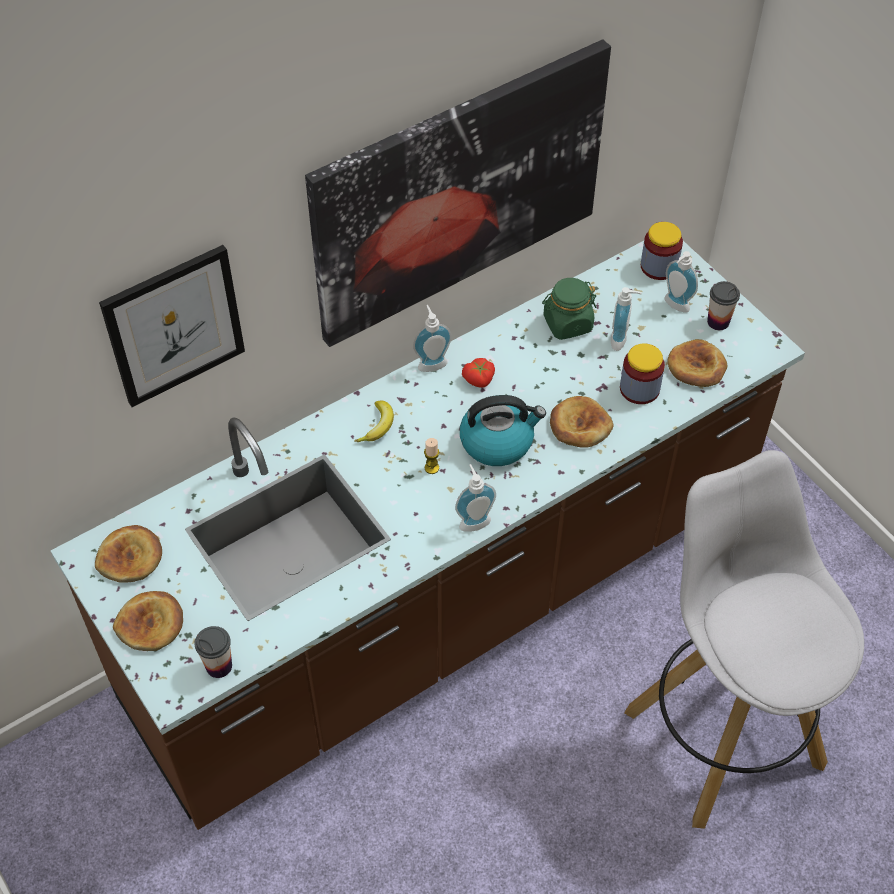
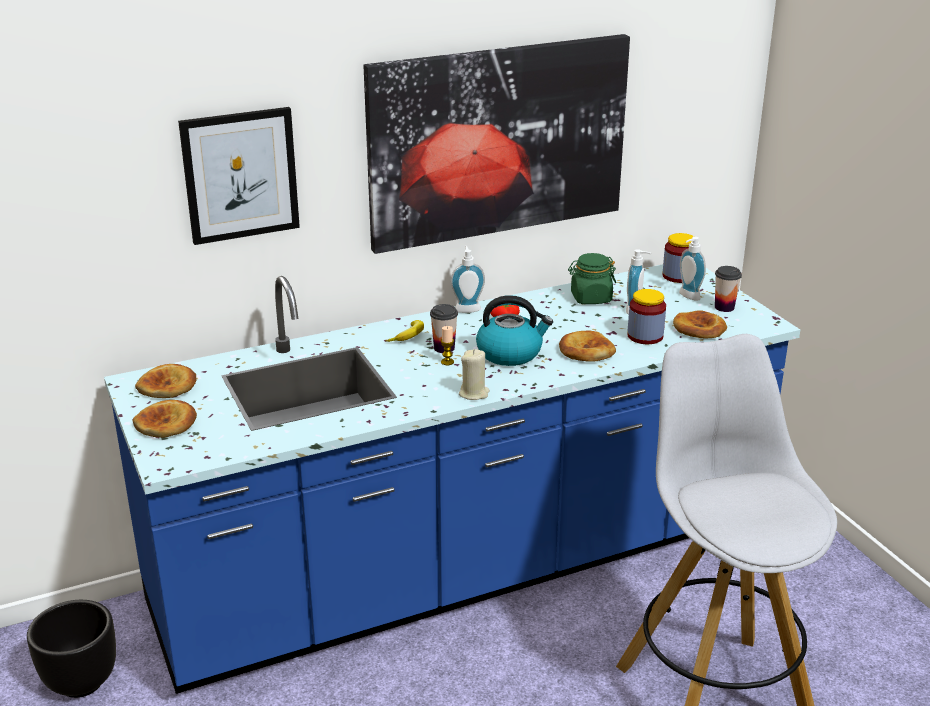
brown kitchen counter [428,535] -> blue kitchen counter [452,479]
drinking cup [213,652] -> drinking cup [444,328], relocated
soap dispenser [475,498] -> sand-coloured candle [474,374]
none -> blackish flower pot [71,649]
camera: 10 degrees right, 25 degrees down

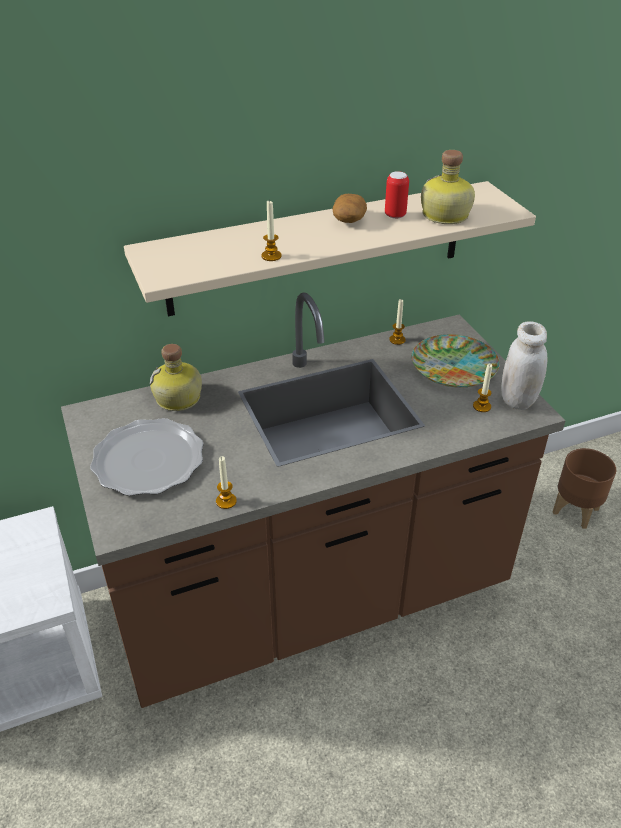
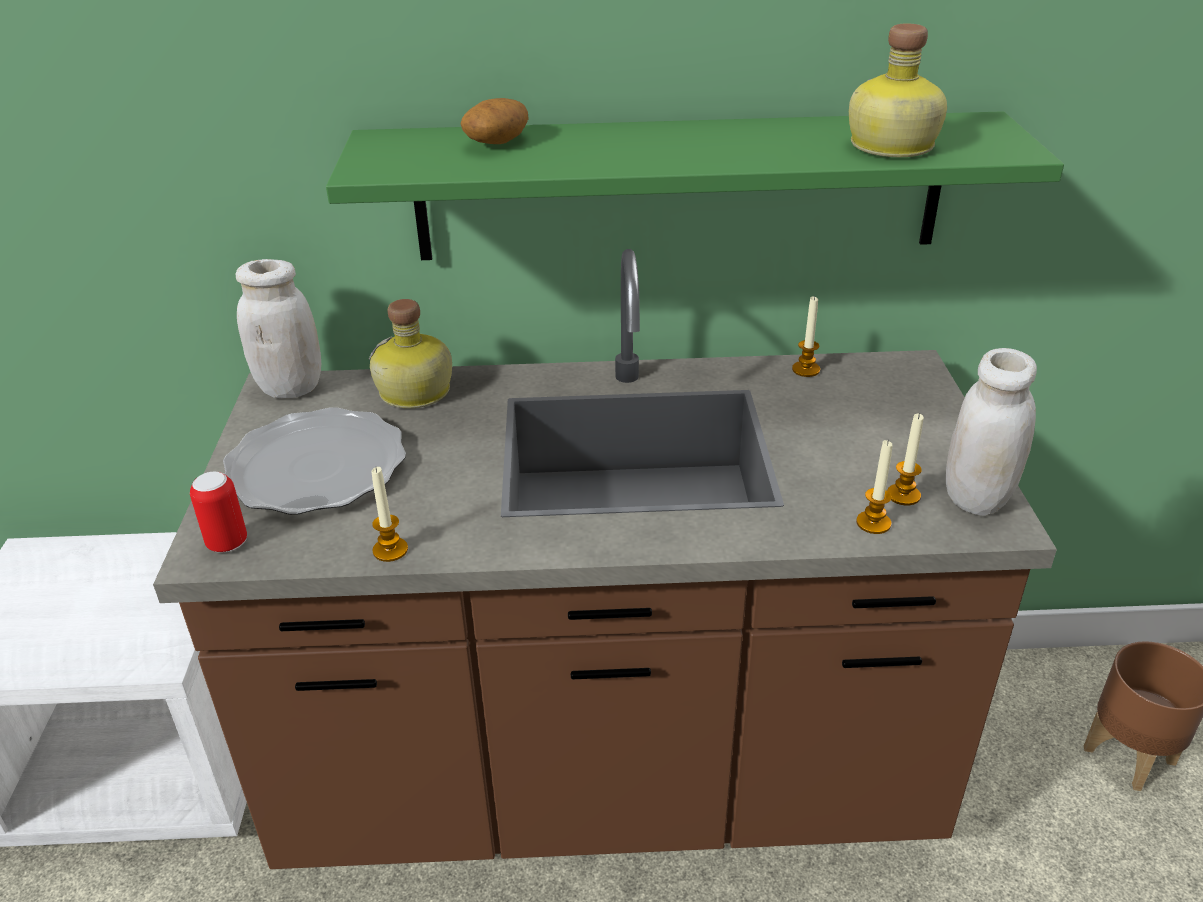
sand-coloured bracket shelf [330,248] -> green bracket shelf [695,185]
candle [271,230] -> candle [874,487], relocated
whole potato [349,208] -> whole potato [494,121], relocated
sealed can [397,195] -> sealed can [218,512], relocated
plate [456,361] -> none
none -> white-coloured jar [278,328]
camera: 20 degrees right, 5 degrees down

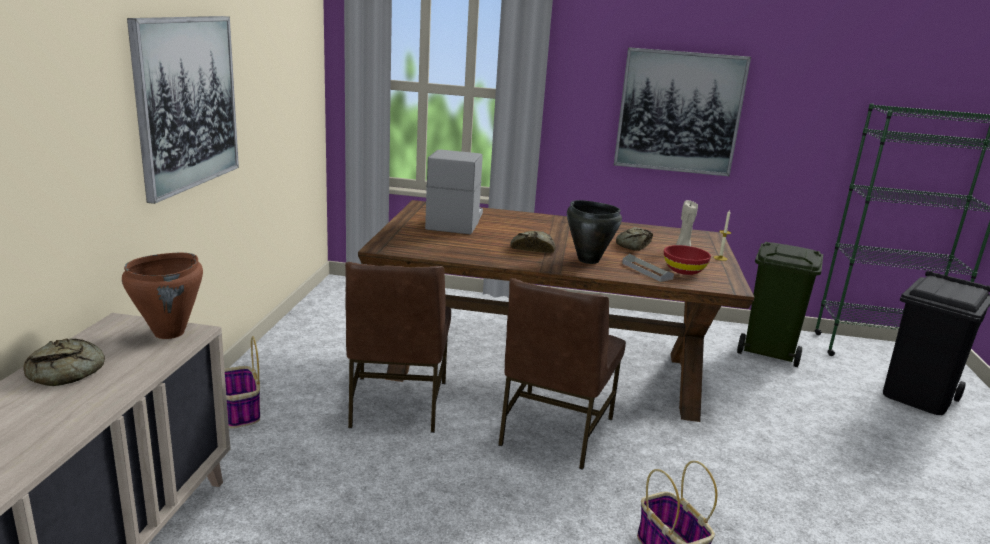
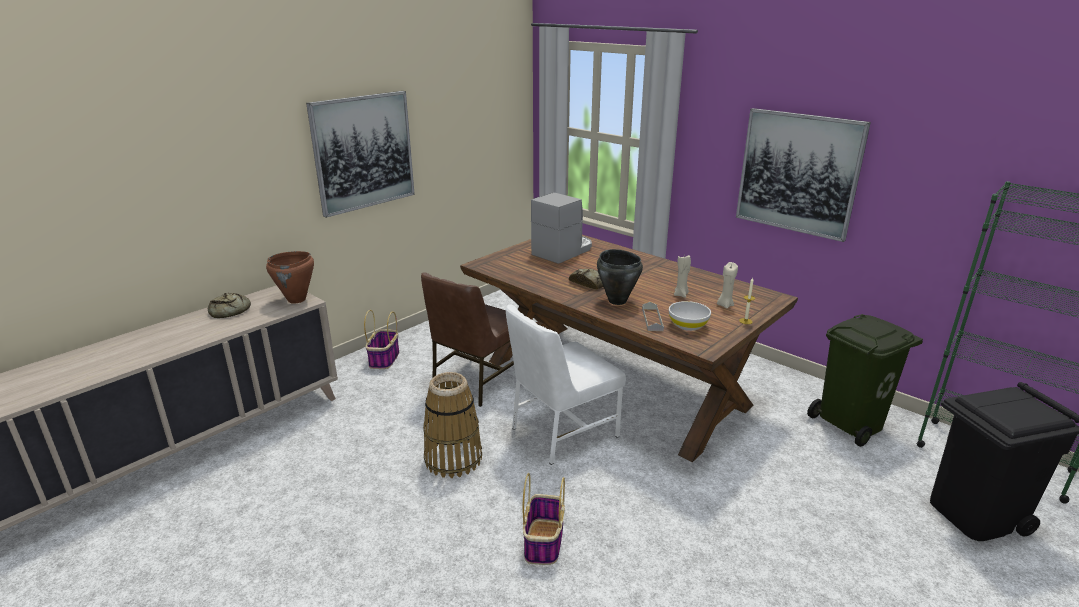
brown upright chair [562,374] -> white-coloured upright chair [566,384]
baked bread [634,239] -> sand-coloured candle [682,276]
red-coloured bowl [687,260] -> white-coloured bowl [690,316]
none -> household basket [452,425]
camera: 35 degrees right, 5 degrees up

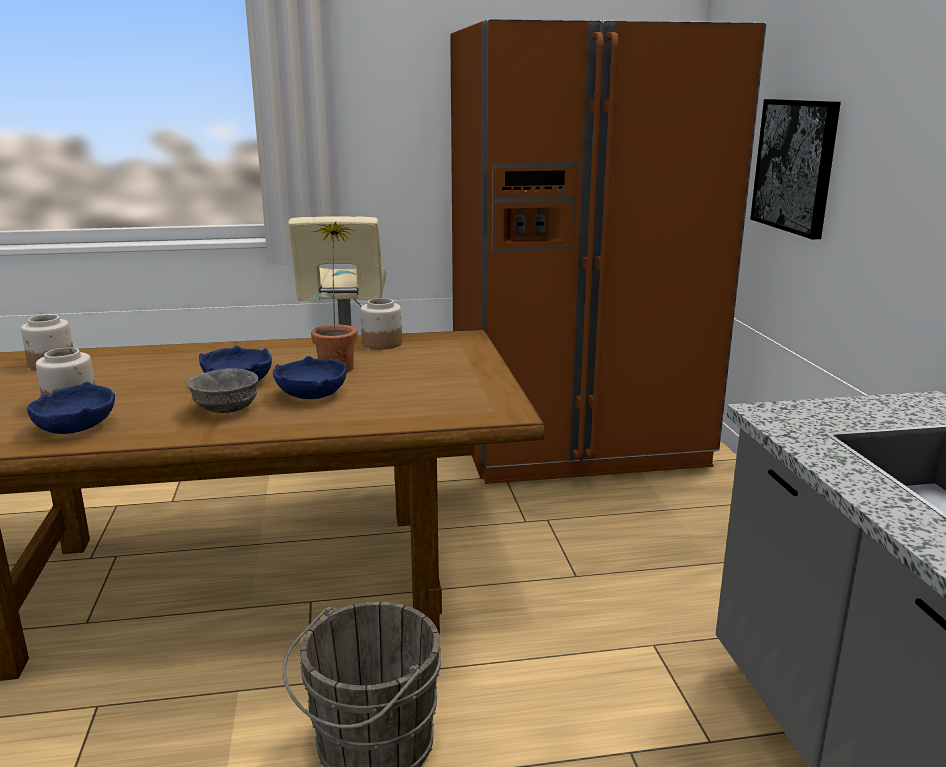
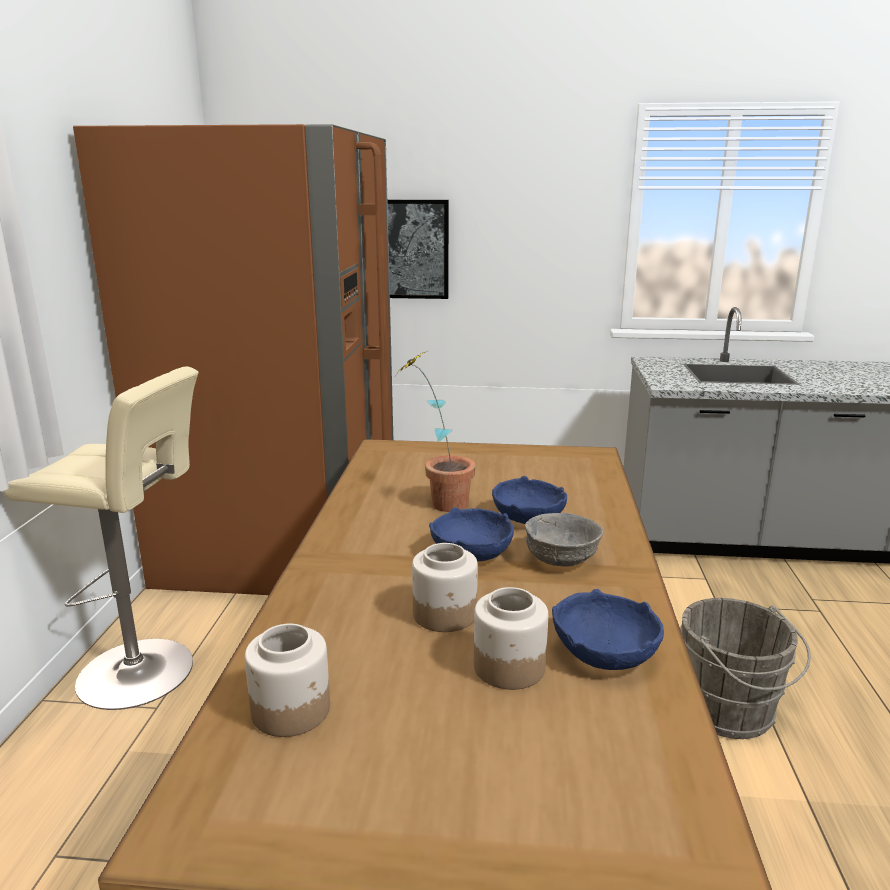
jar [381,323] -> jar [445,587], relocated
camera: 75 degrees left, 0 degrees up

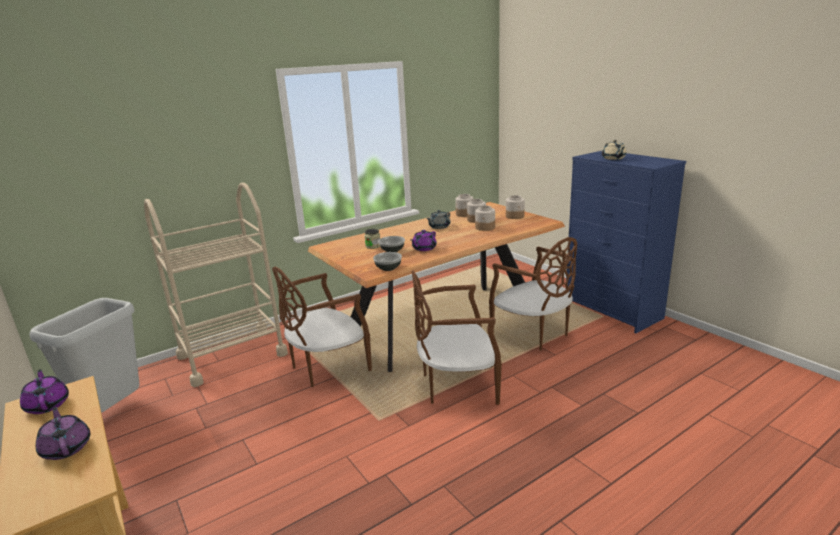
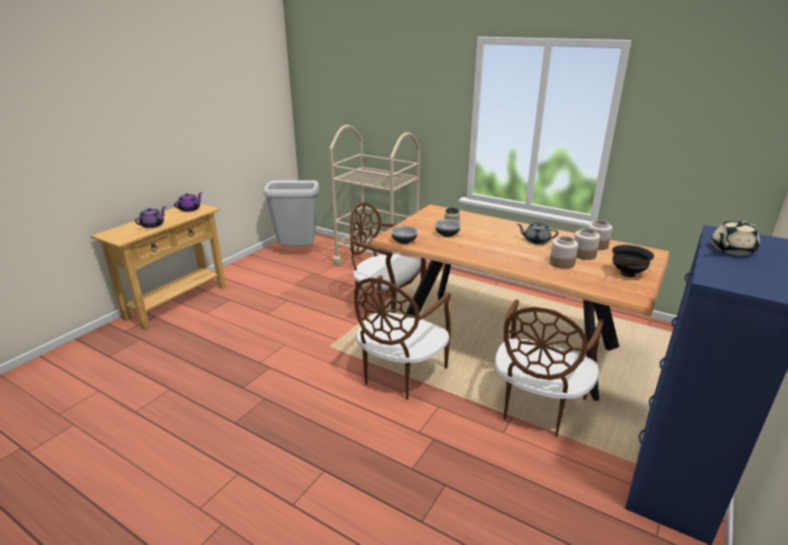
purple-coloured teapot [424,240] -> none
brown upright chair [457,337] -> brown upright chair [402,337], 120 degrees counterclockwise
jar [515,207] -> blackish bowl [633,261]
camera: 65 degrees right, 5 degrees up

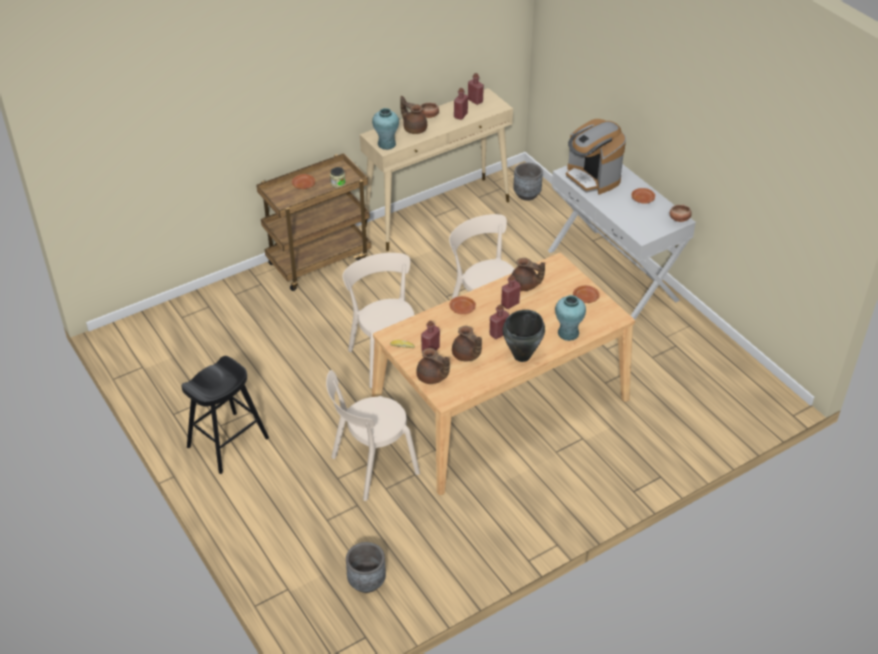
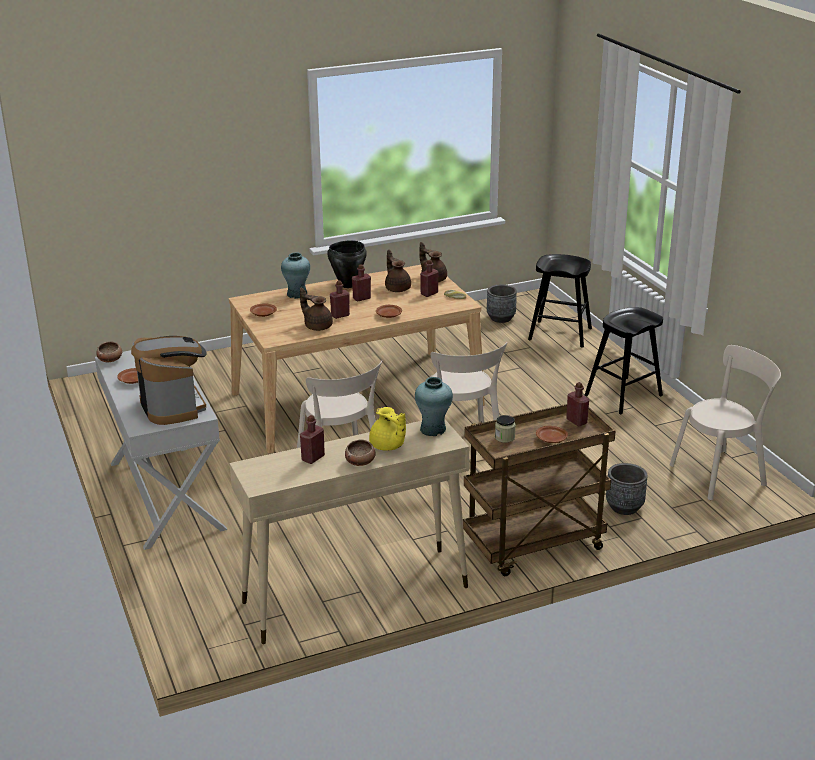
sand-coloured upright chair [373,435] -> sand-coloured upright chair [725,422], relocated
brown teapot [413,115] -> yellowish teapot [387,429]
red-coloured bottle [476,89] -> red-coloured bottle [577,404], relocated
greyish flower pot [528,182] -> greyish flower pot [626,489], relocated
none -> blackish sitting stool [560,301]
camera: 170 degrees left, 15 degrees down

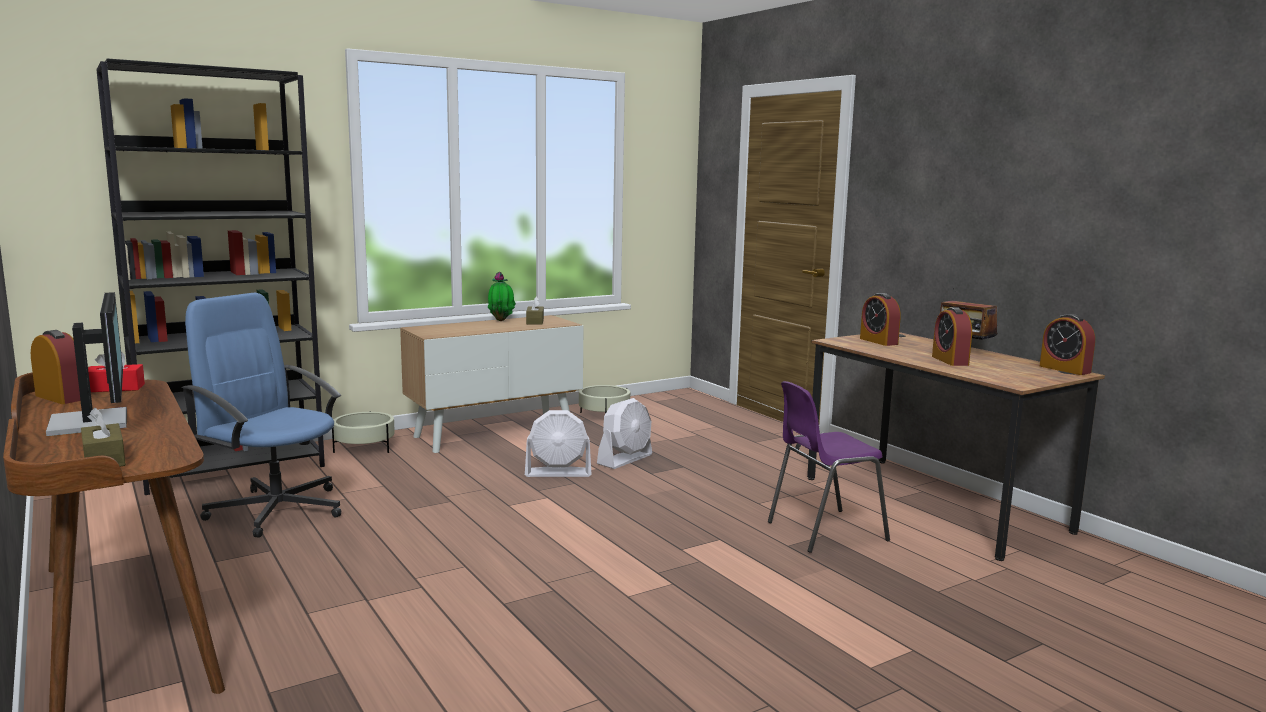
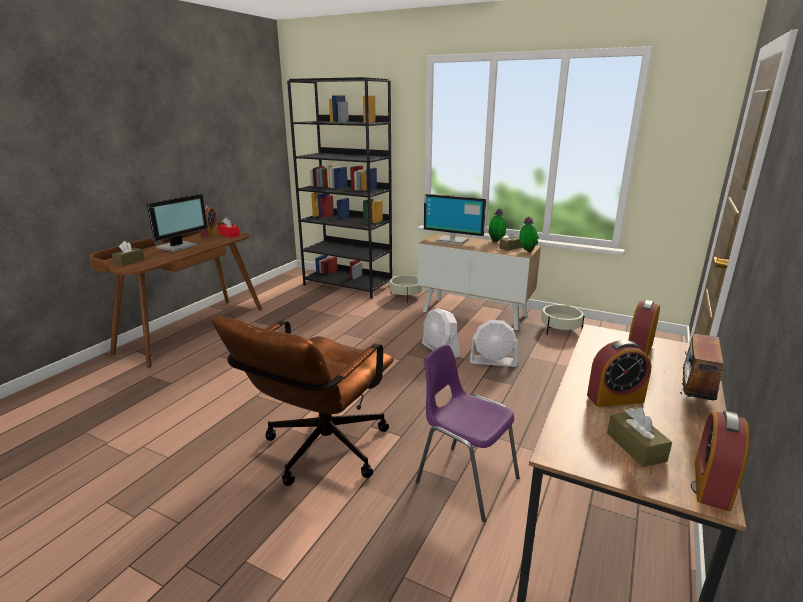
blue computer chair [261,415] -> none
bedside clock [952,336] -> bedside clock [619,373], 150 degrees counterclockwise
none -> brown computer chair [302,401]
none -> computer screen [455,219]
none -> houseplant [529,234]
none -> brown tissue box [639,437]
camera: 60 degrees right, 10 degrees up

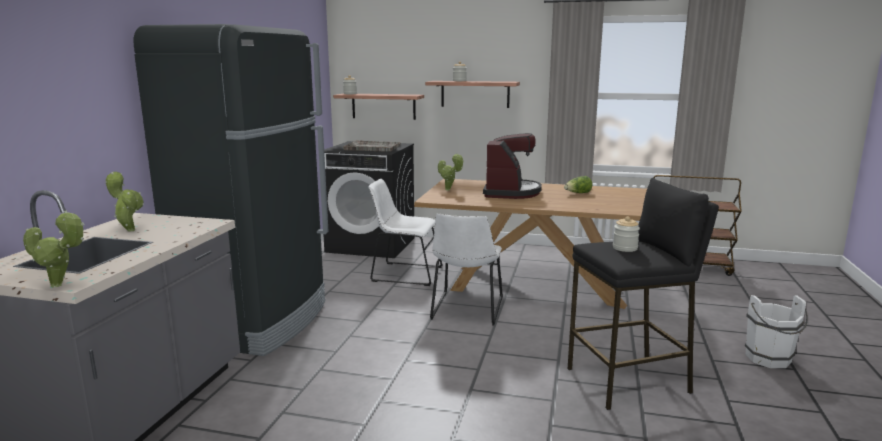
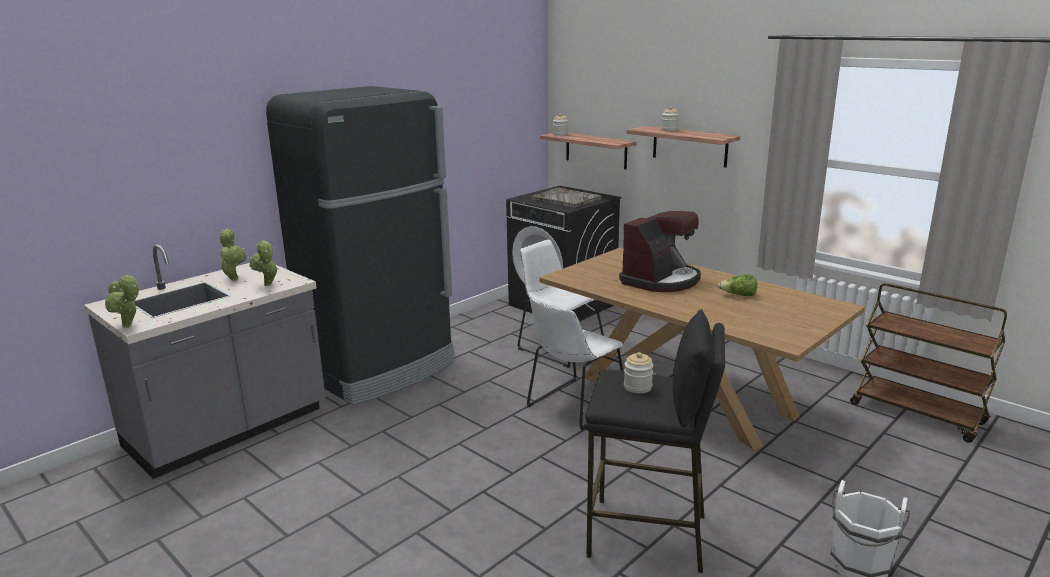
houseplant [451,172] -> houseplant [263,262], relocated
camera: 30 degrees right, 5 degrees up

